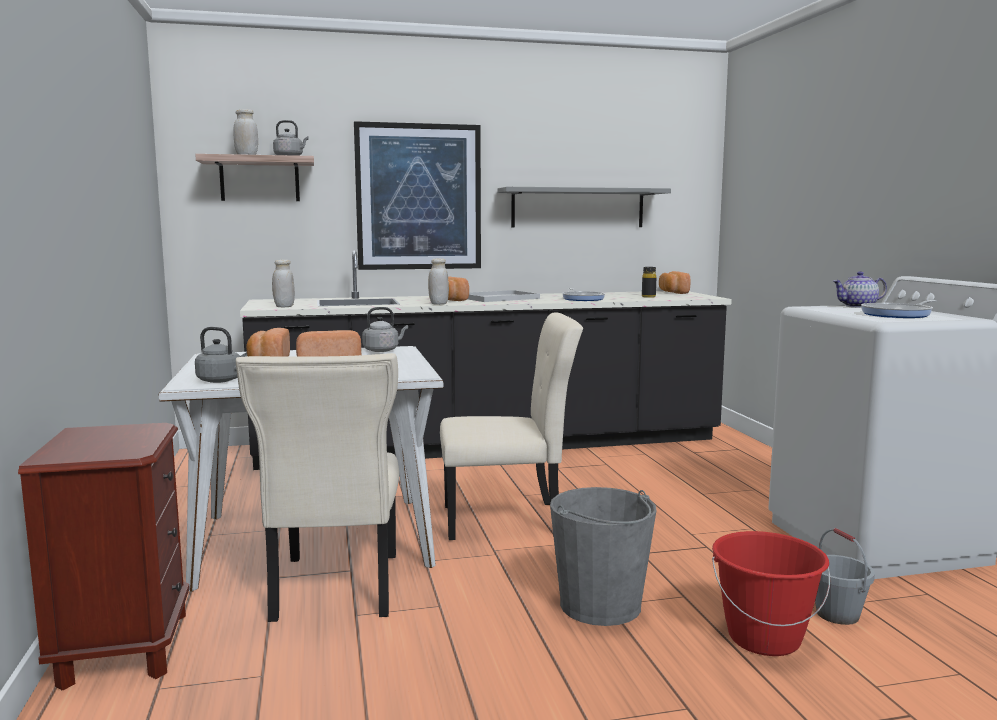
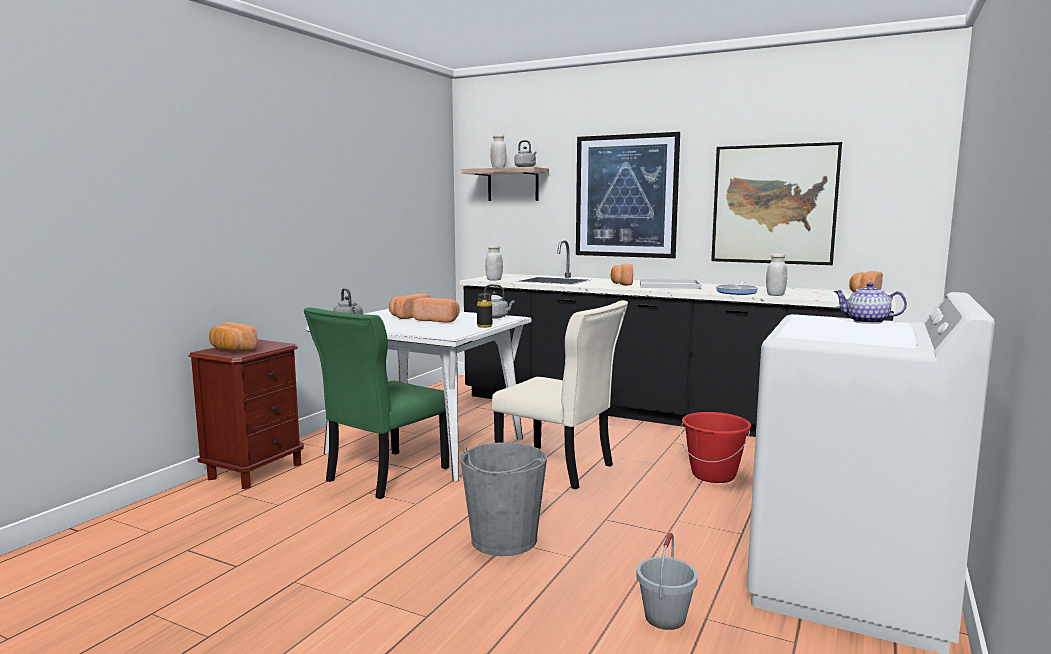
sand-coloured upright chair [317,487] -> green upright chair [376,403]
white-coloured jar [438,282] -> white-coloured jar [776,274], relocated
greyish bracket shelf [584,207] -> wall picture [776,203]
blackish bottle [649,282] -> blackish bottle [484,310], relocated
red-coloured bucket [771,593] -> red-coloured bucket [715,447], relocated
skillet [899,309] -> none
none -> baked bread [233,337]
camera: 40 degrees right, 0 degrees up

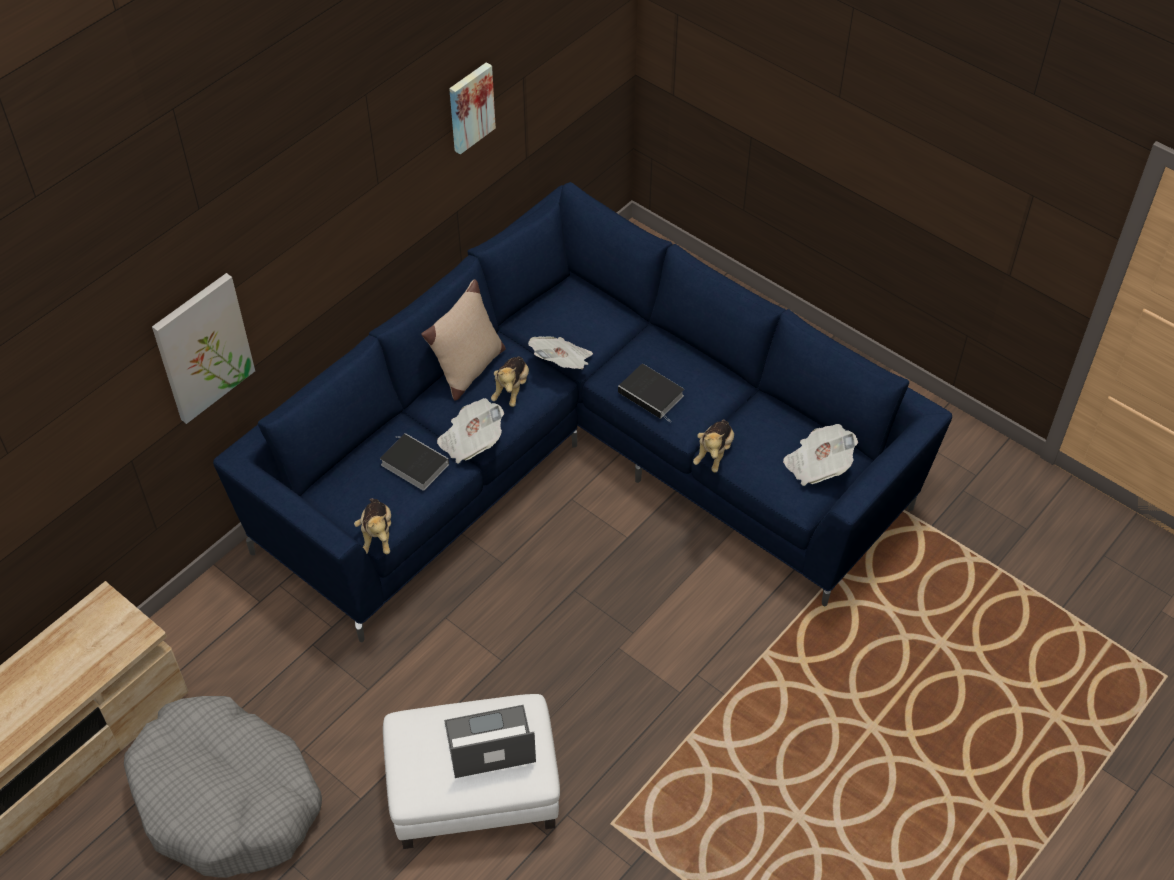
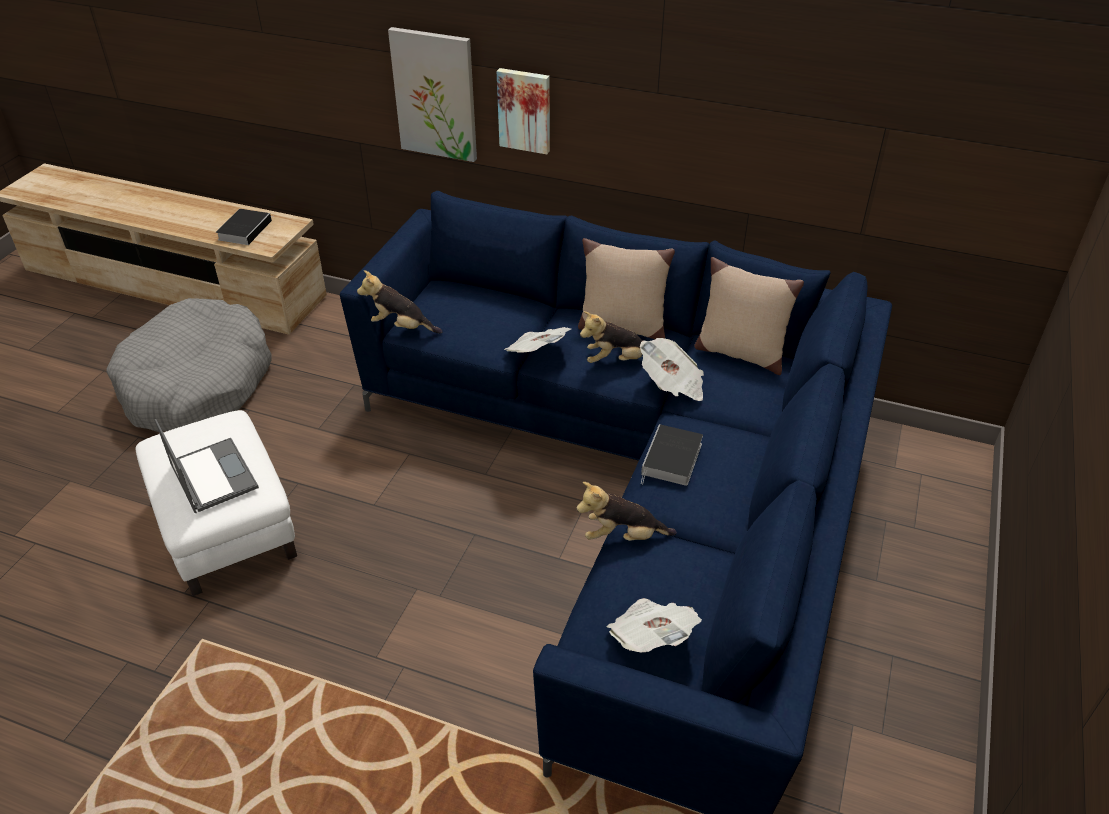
soft toy [372,526] -> soft toy [400,302], 45 degrees clockwise
book [414,462] -> book [244,227], relocated
wall picture [472,108] -> wall picture [523,111], relocated
none -> sand-coloured cushion [749,316]
camera: 70 degrees right, 10 degrees down

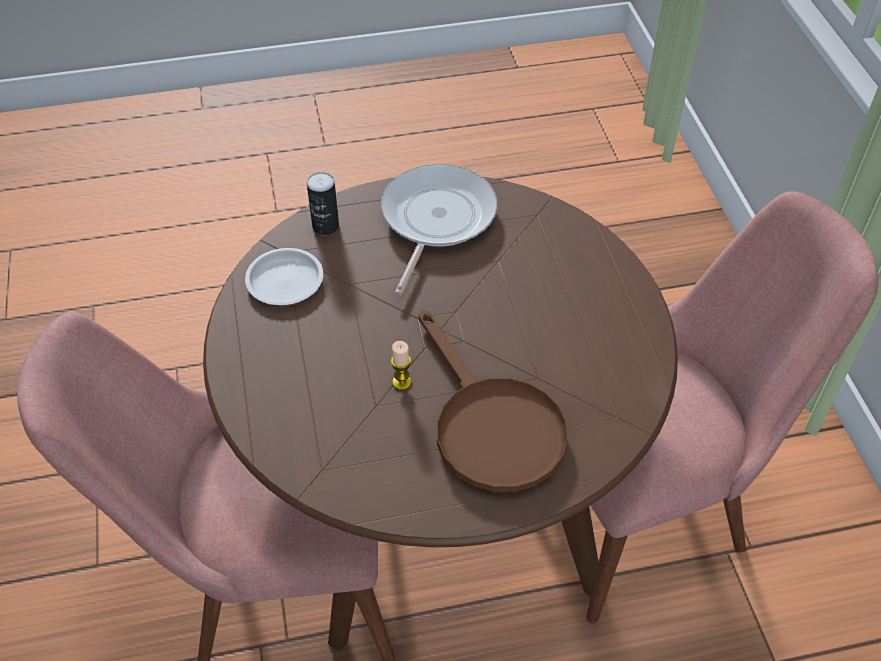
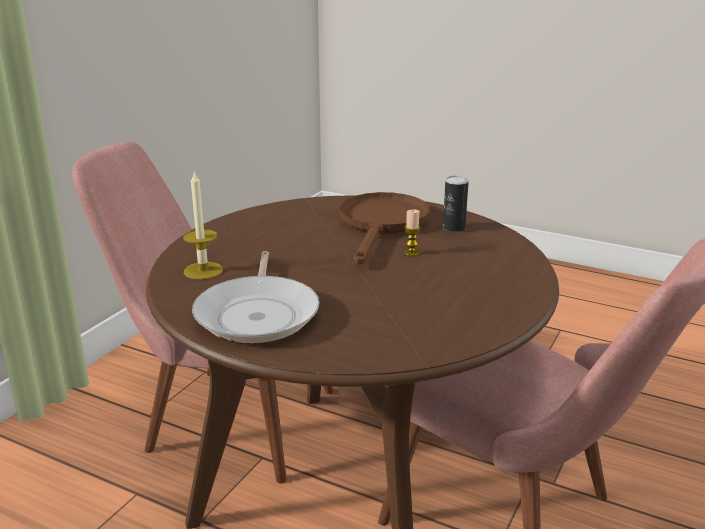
white-coloured plate [284,276] -> none
sealed can [323,203] -> sealed can [456,204], relocated
skillet [439,229] -> skillet [256,297], 60 degrees counterclockwise
none -> candle [203,225]
camera: 140 degrees left, 25 degrees down

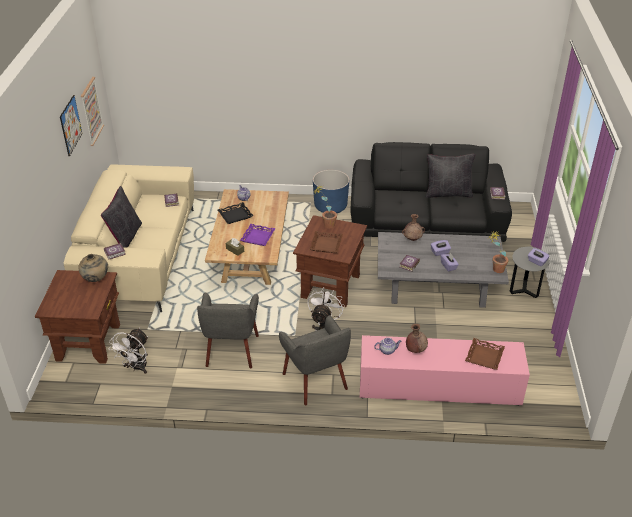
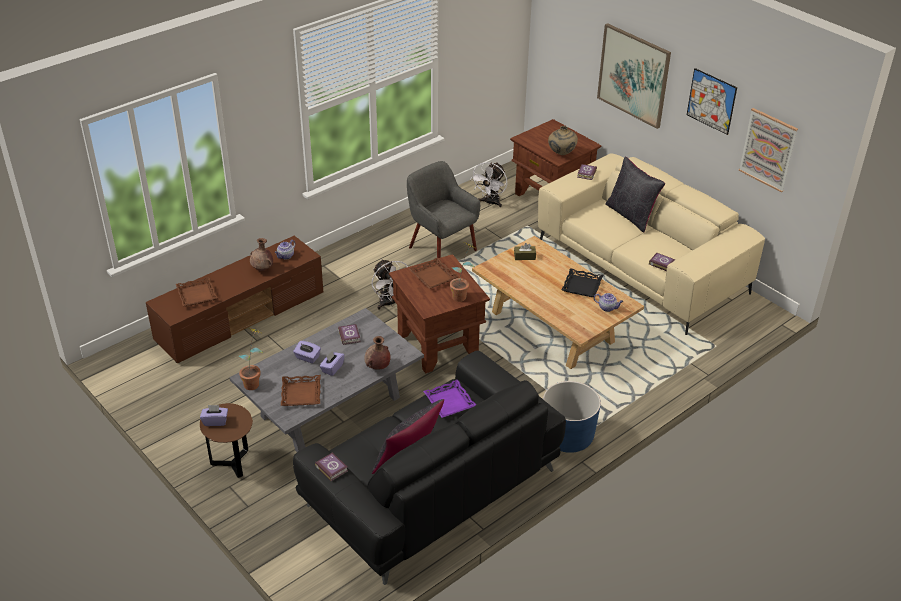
white-coloured fan [128,351] -> white-coloured fan [488,184], 135 degrees counterclockwise
purple-coloured tray [258,235] -> purple-coloured tray [449,399], relocated
greyish easy chair [315,360] -> none
pink tv stand [445,370] -> brown tv stand [234,300]
greyish end table [530,272] -> brown end table [226,440]
none -> brown tray [301,390]
none -> wall picture [634,76]
camera: 135 degrees right, 0 degrees up

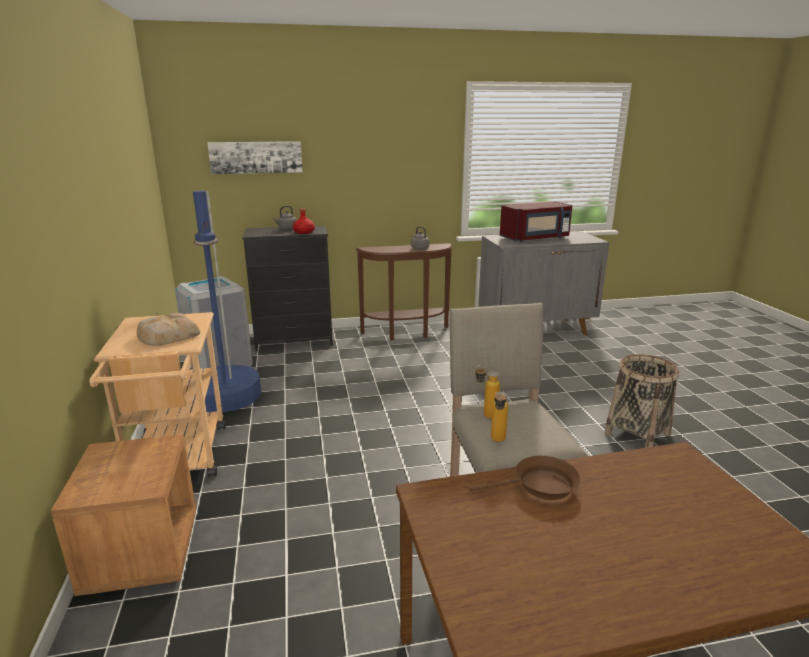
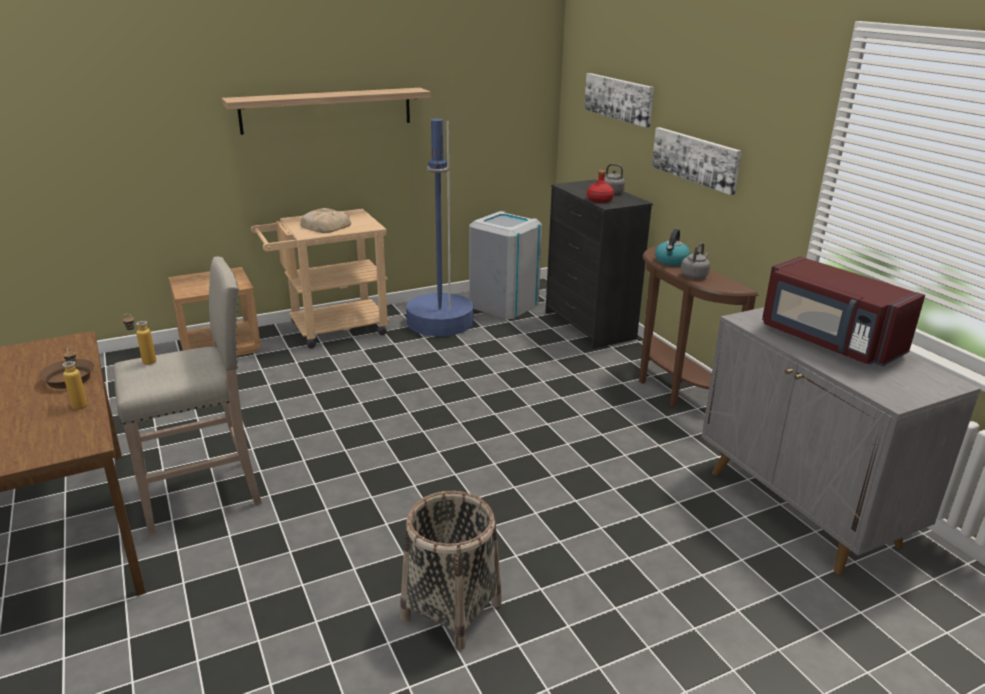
bottle [487,391] -> bottle [75,378], relocated
none -> bracket shelf [326,111]
none -> wall picture [697,161]
none -> kettle [672,247]
camera: 75 degrees right, 5 degrees up

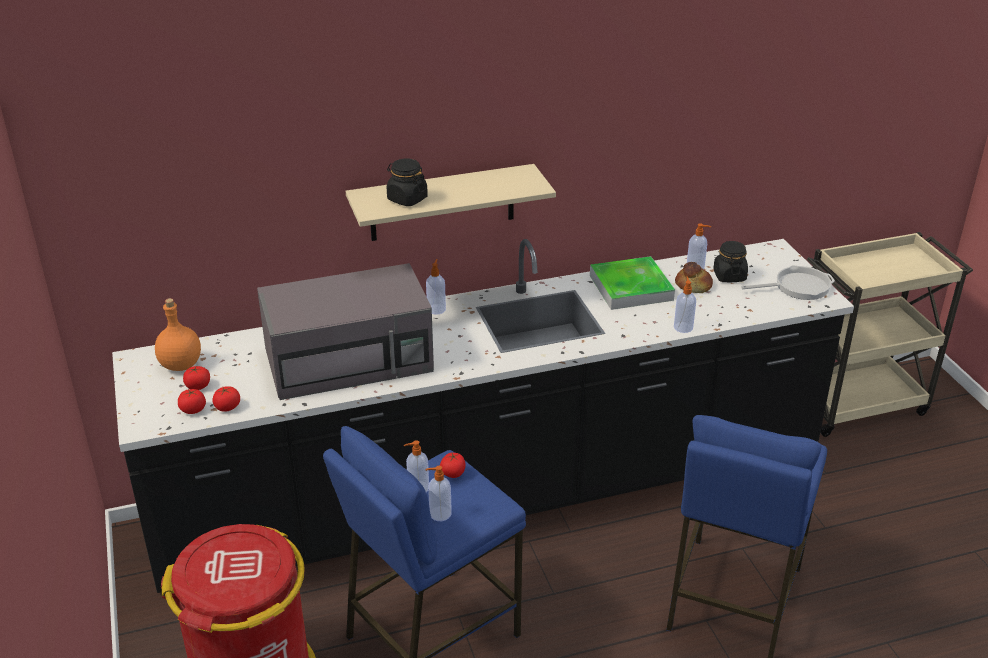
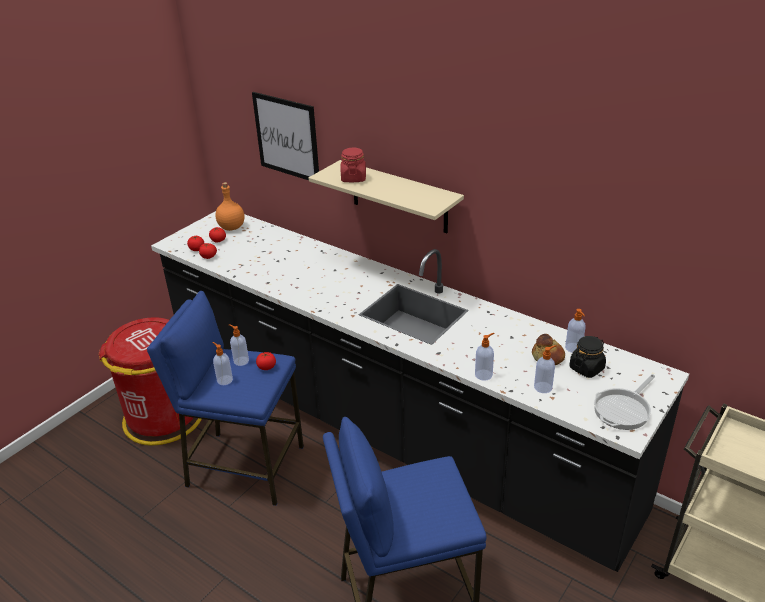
greyish microwave oven [345,331] -> none
blackish jar [407,182] -> red-coloured jar [353,165]
soap dispenser [436,287] -> soap dispenser [545,369], relocated
tray [632,283] -> none
skillet [788,282] -> skillet [624,402], 90 degrees clockwise
none -> wall picture [285,136]
camera: 55 degrees right, 0 degrees up

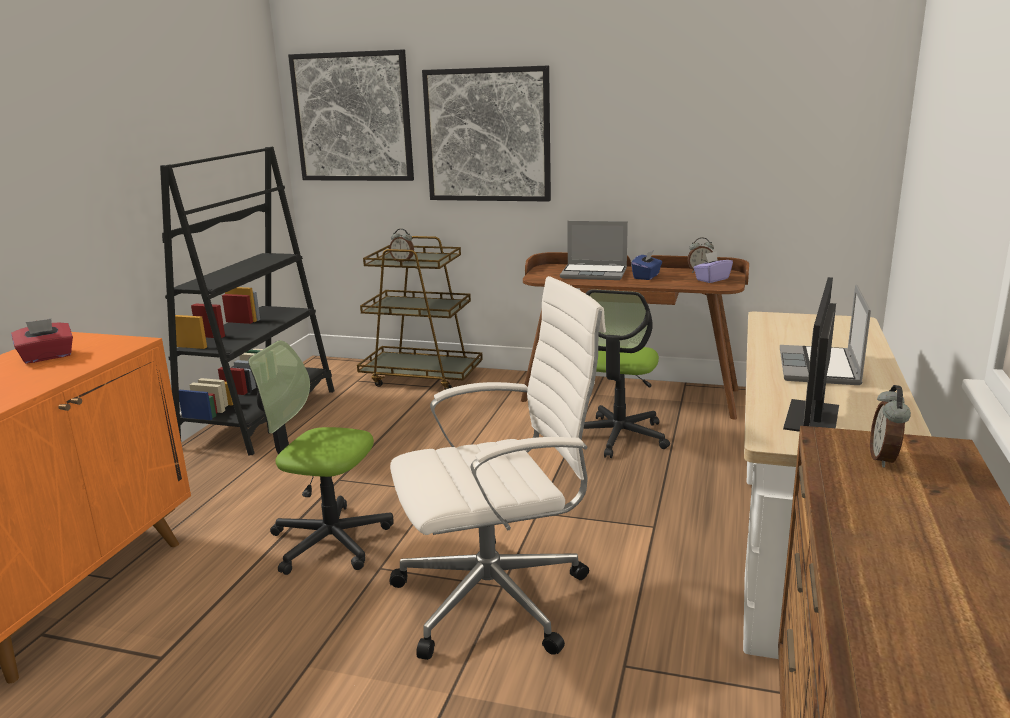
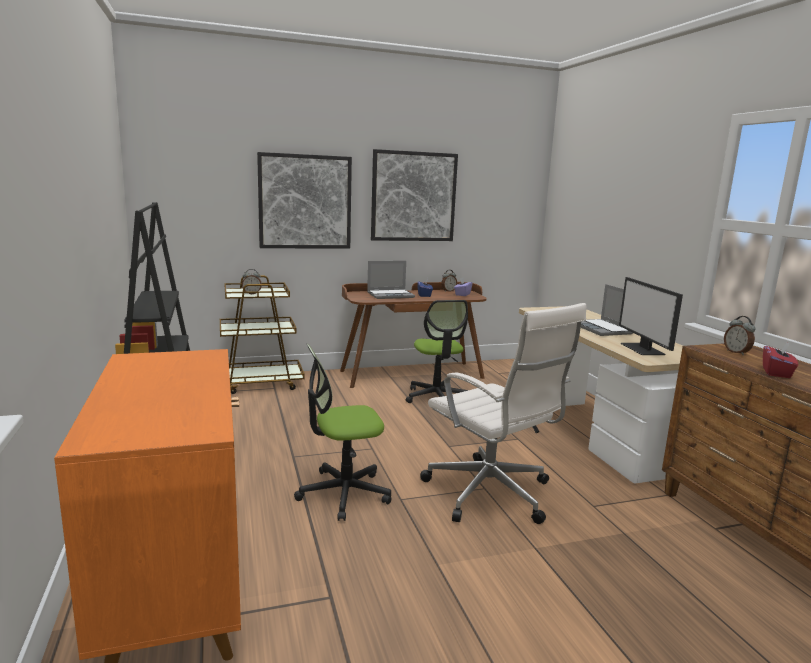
red-coloured tissue box [42,341] -> red-coloured tissue box [780,360], relocated
wall picture [351,115] -> wall picture [414,195], relocated
white-coloured computer chair [497,468] -> white-coloured computer chair [503,413], 105 degrees clockwise
camera: 35 degrees left, 5 degrees down

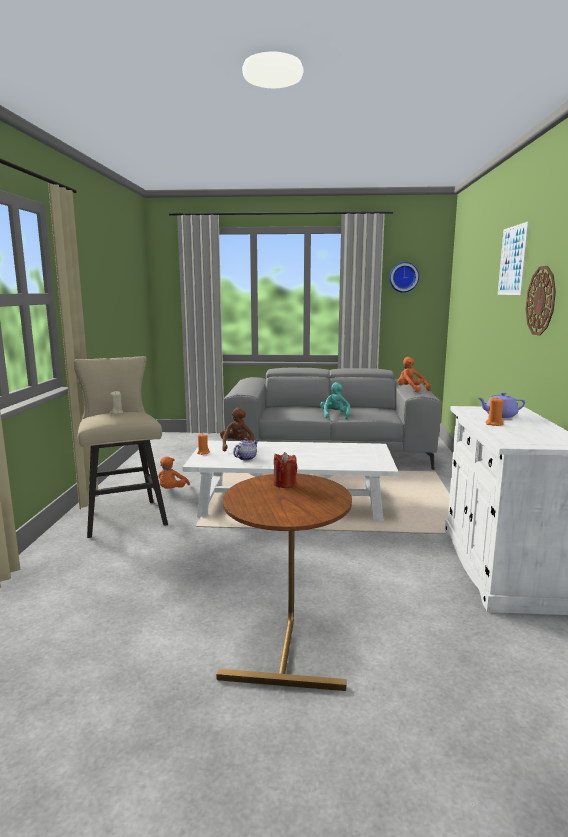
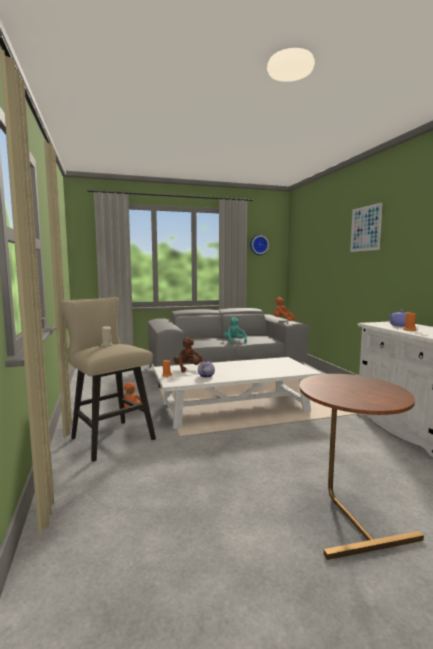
red-coloured candle [285,470] -> none
clock on the wall [541,301] -> none
camera: 20 degrees left, 5 degrees down

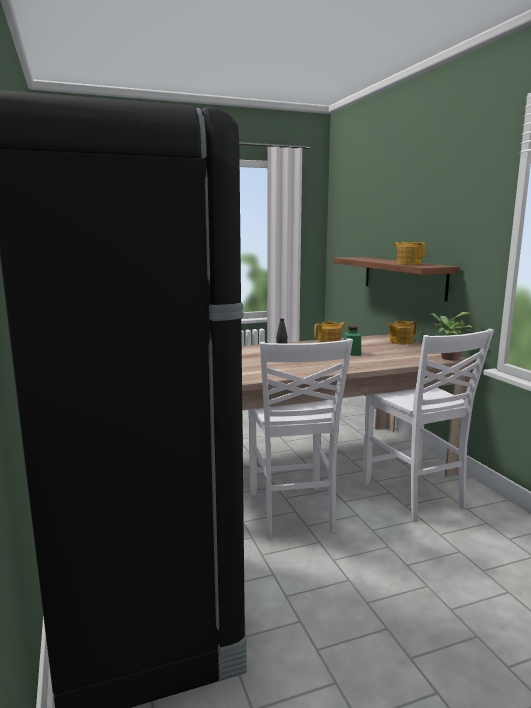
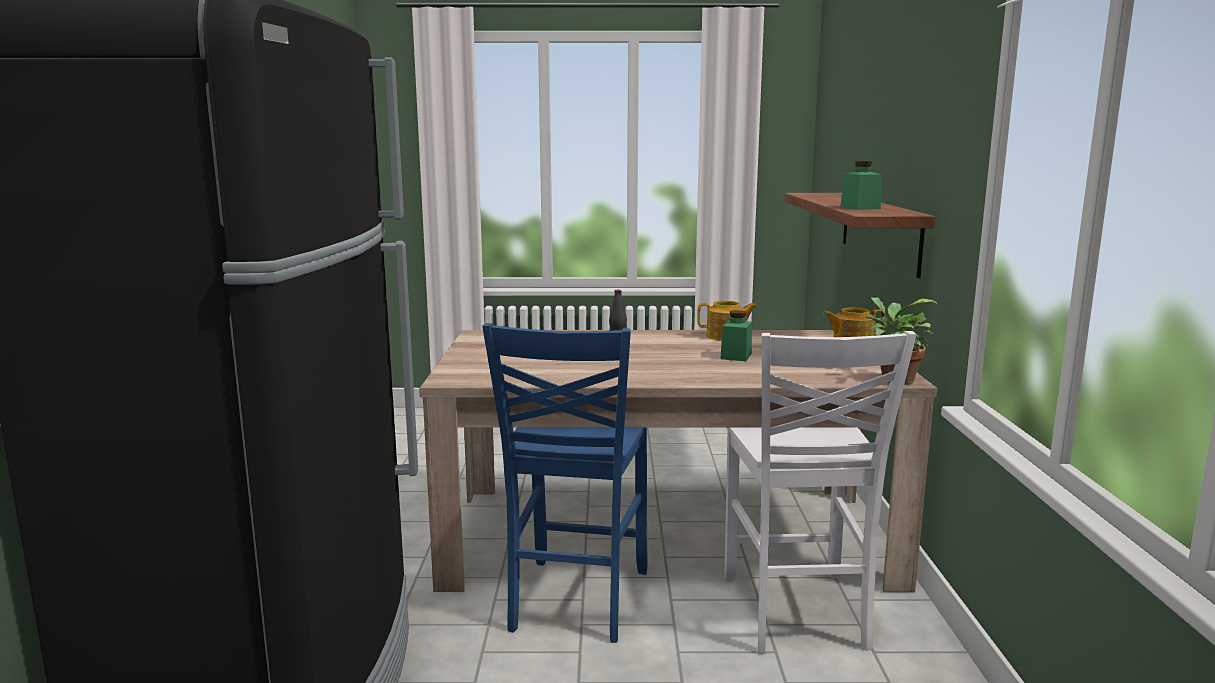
white-coloured upright chair [300,438] -> blue upright chair [564,483]
teapot [409,253] -> green jar [861,185]
camera: 20 degrees right, 0 degrees up

